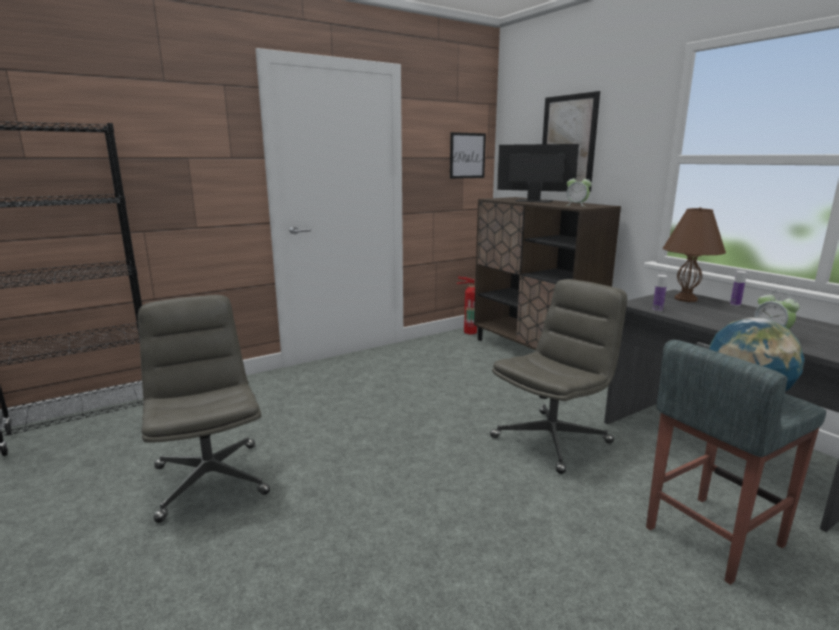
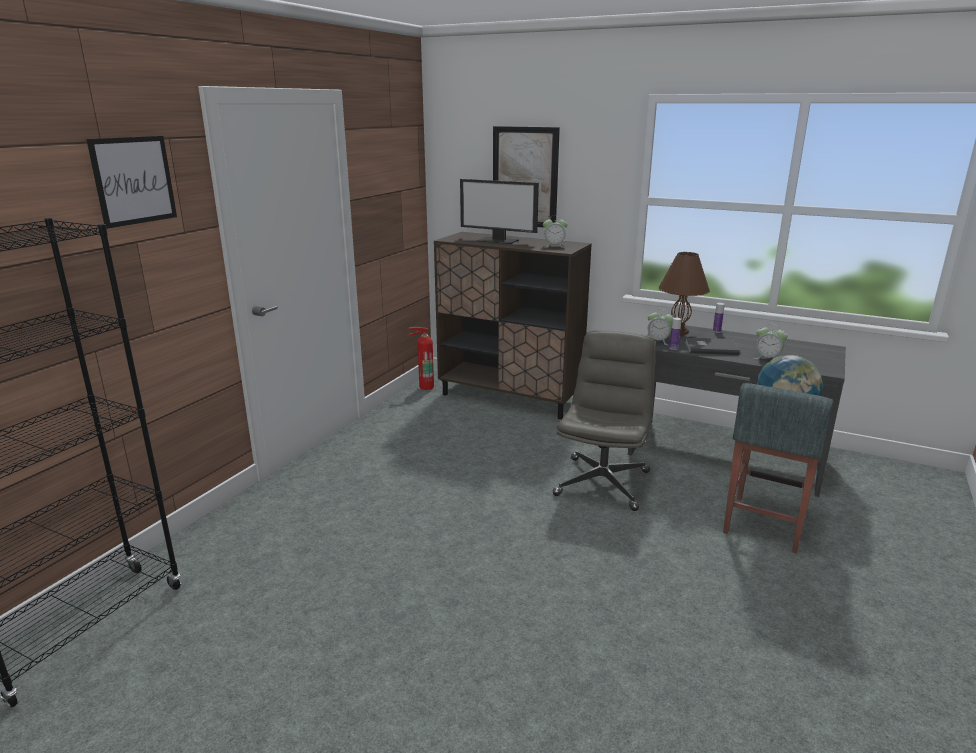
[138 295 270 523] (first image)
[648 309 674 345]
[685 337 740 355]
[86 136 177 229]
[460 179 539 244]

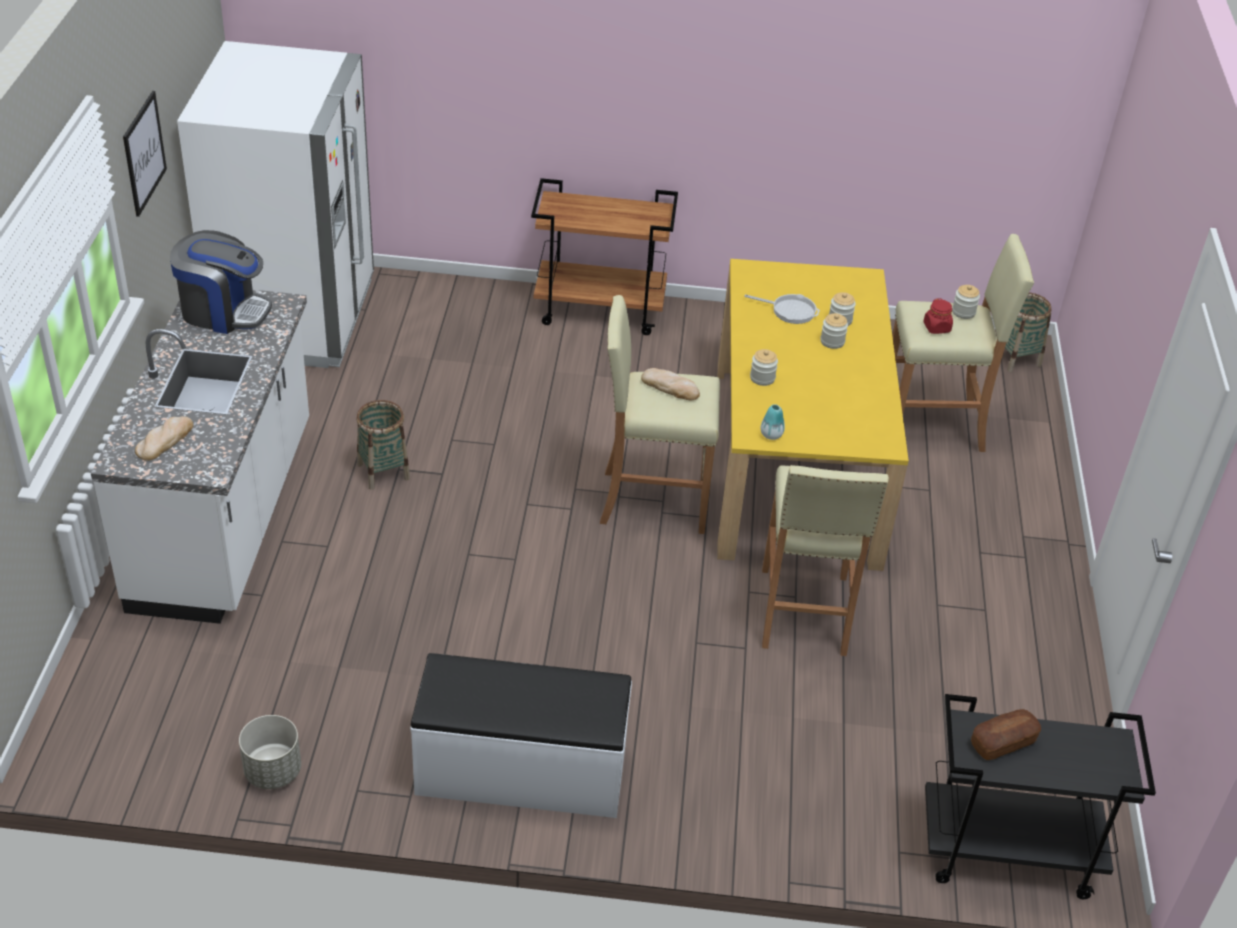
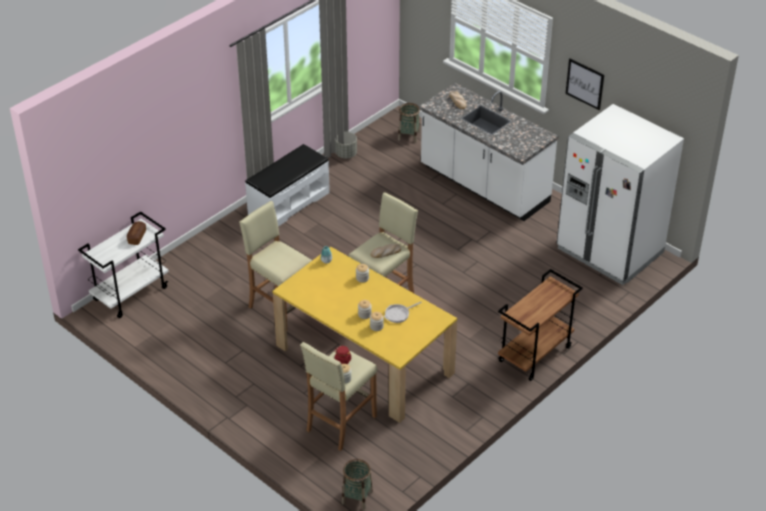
[170 230 272 334] (first image)
[398 103 420 143]
[78 211 169 318]

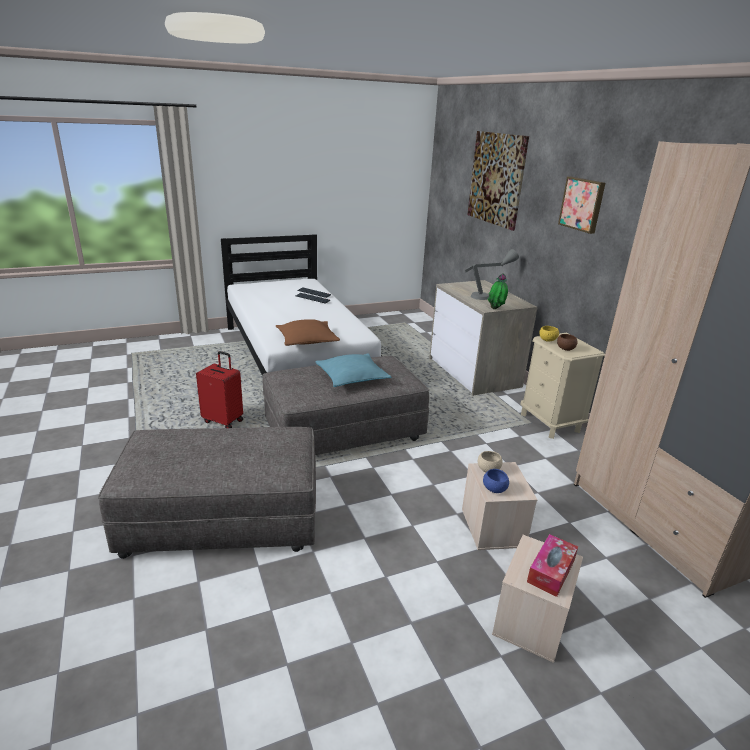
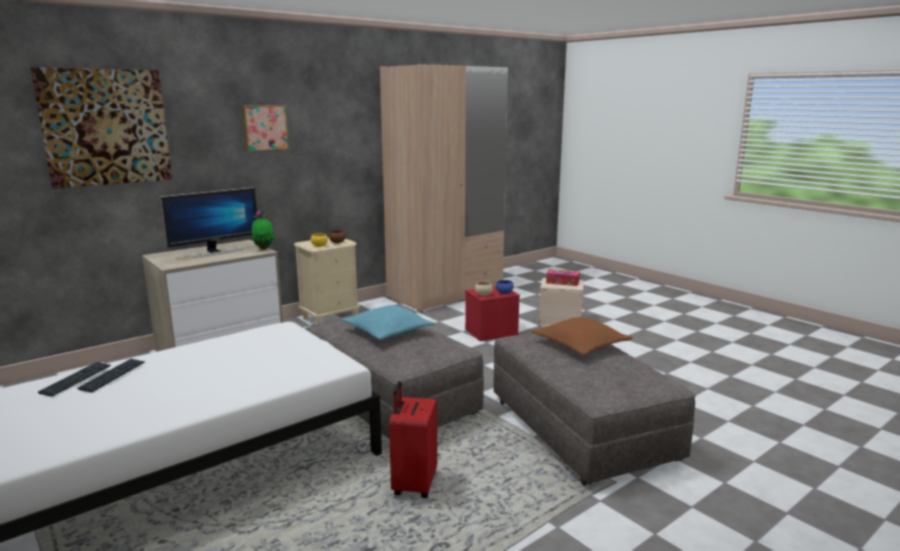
[531 317 633 356]
[160 187 257 258]
[465 286 520 341]

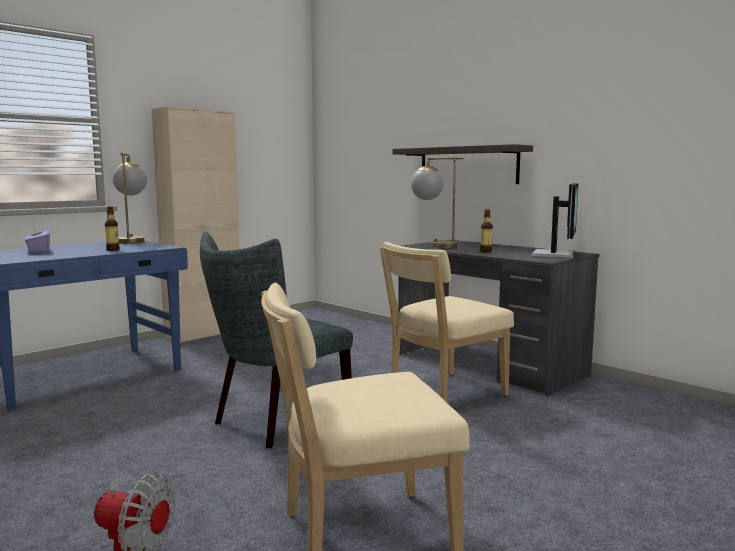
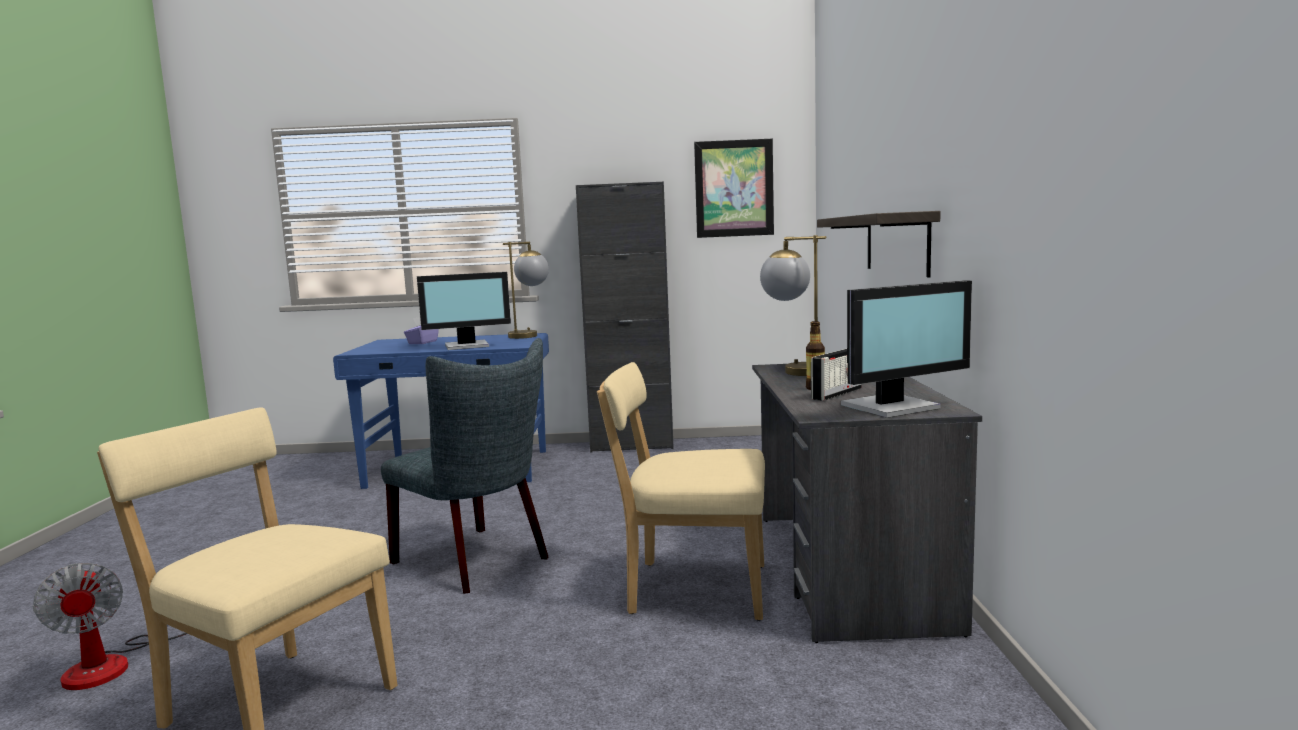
[694 139 774 238]
[811 349 862 401]
[417 272 511 350]
[576 181 674 453]
[381 338 548 594]

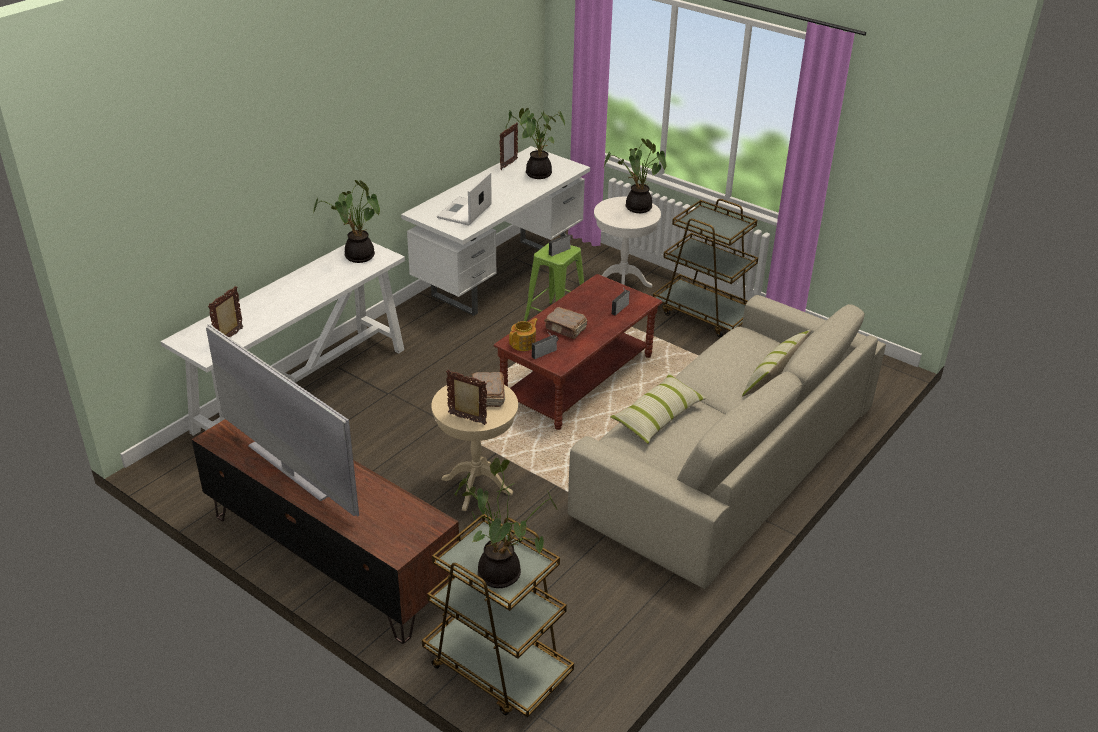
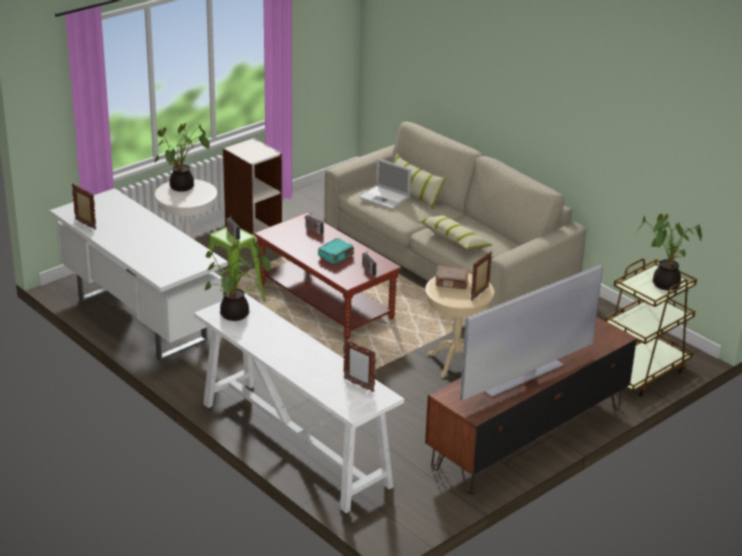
[506 108 565 179] (first image)
[509 318 538 351] (first image)
[359 158 411 210]
[223 138 282 242]
[318 238 354 264]

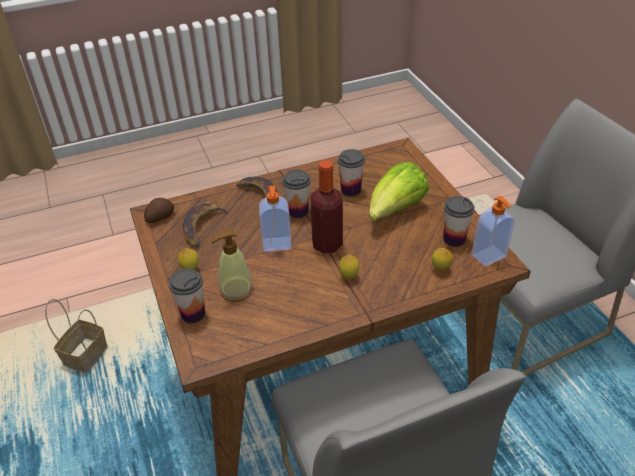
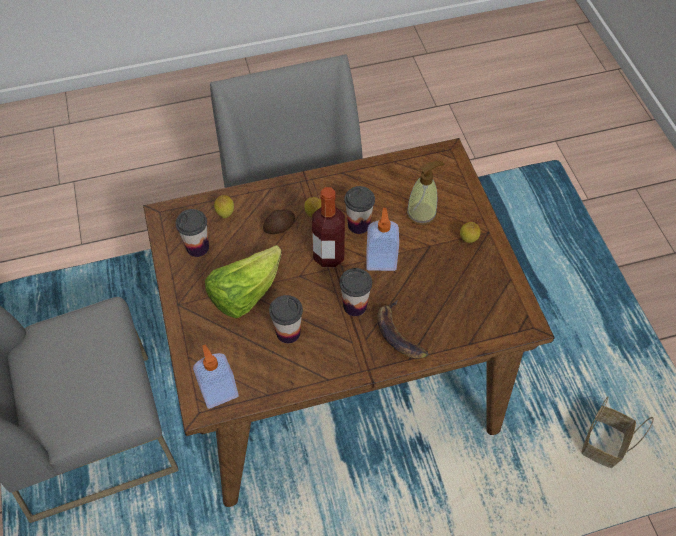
[183 202 230 247] (first image)
[263 209 295 234]
[344 186 375 234]
[193 345 239 409]

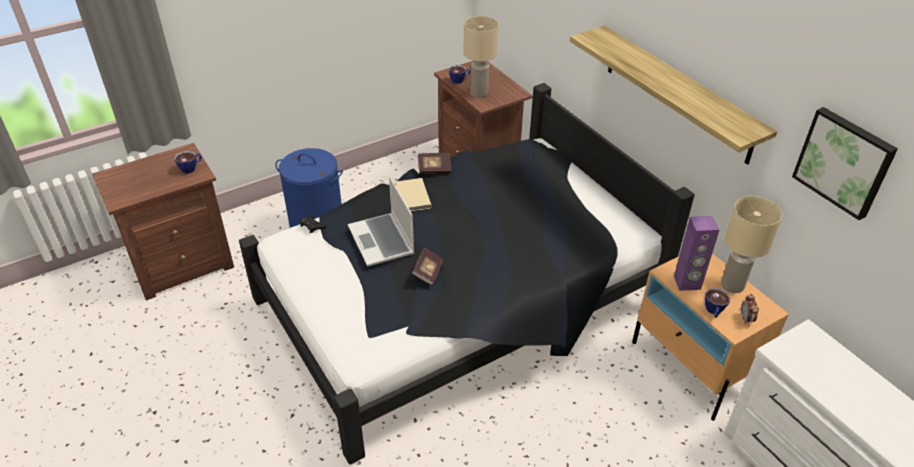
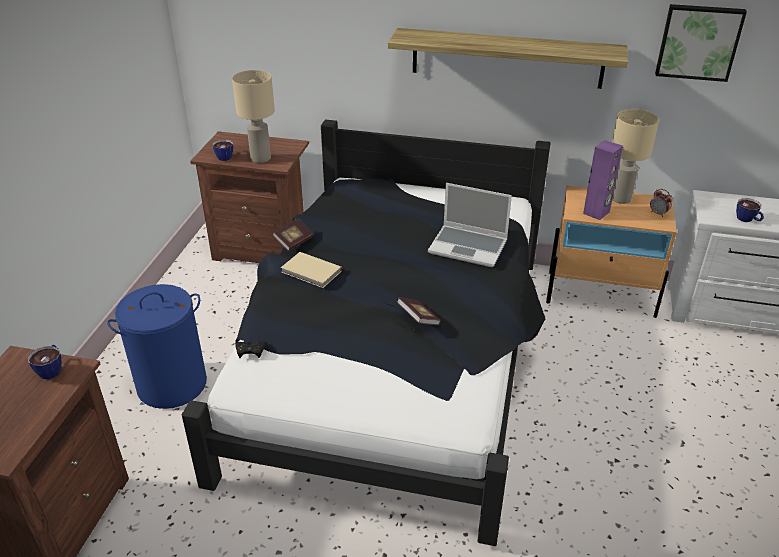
[428 183 512 267]
[736 198 764 222]

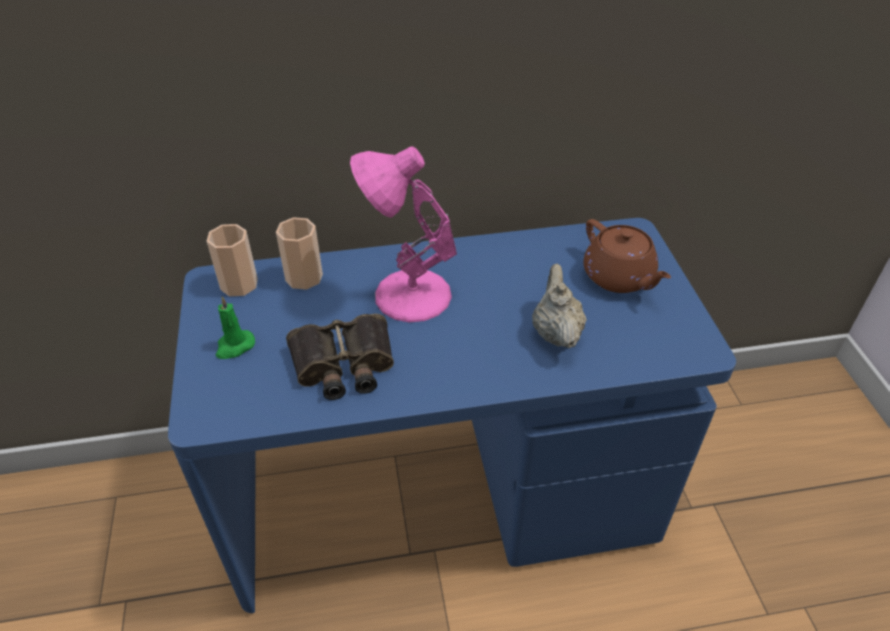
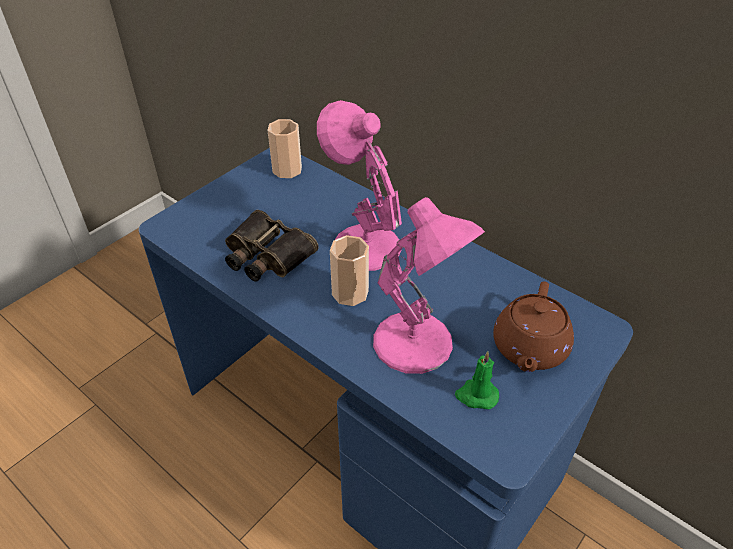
[455 351 499 409]
[330 235 369 306]
[373 197 485 374]

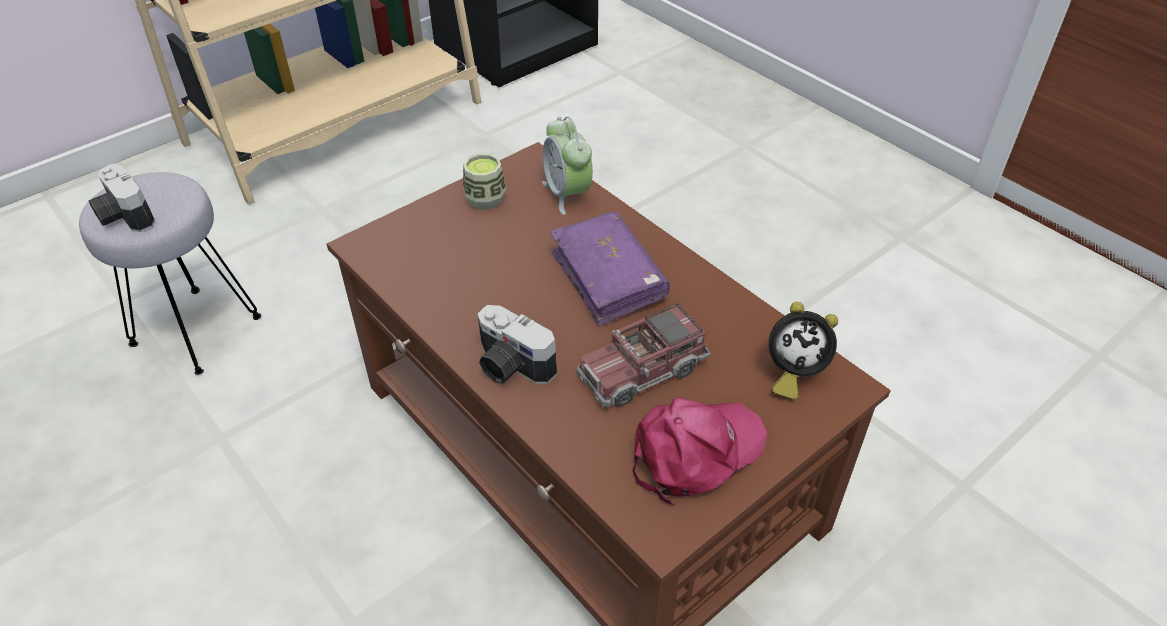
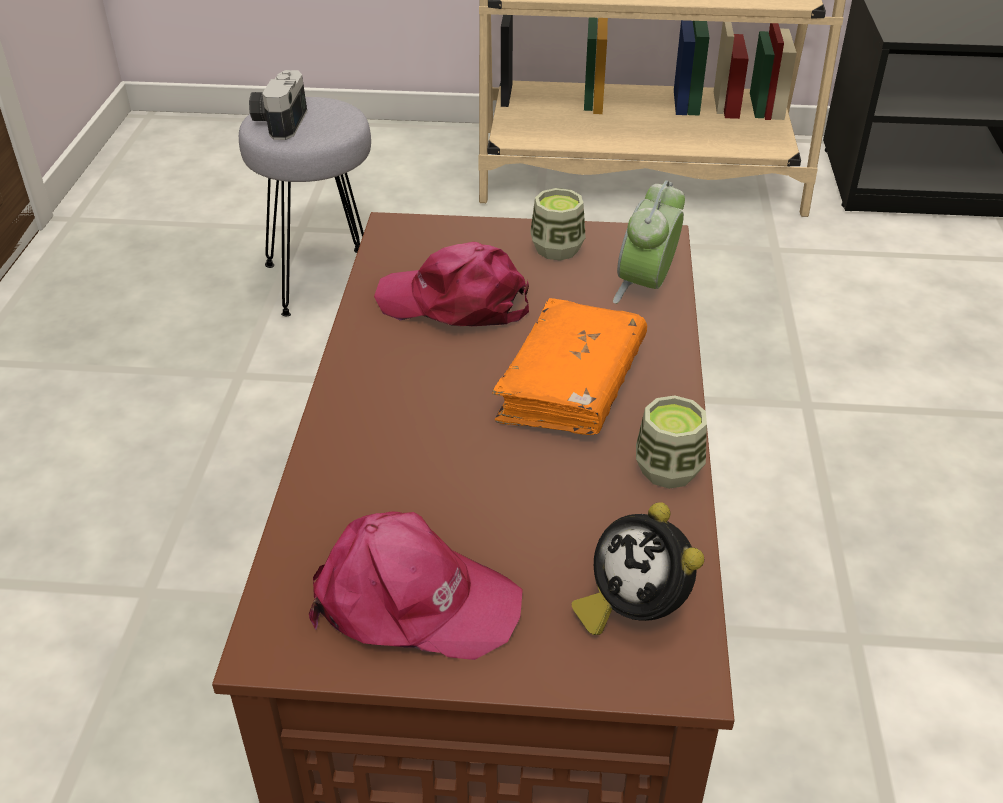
[477 305 557 384] (first image)
[577 303 710 407] (first image)
[374 242 529 326]
[636 395 707 489]
[492 298 647 435]

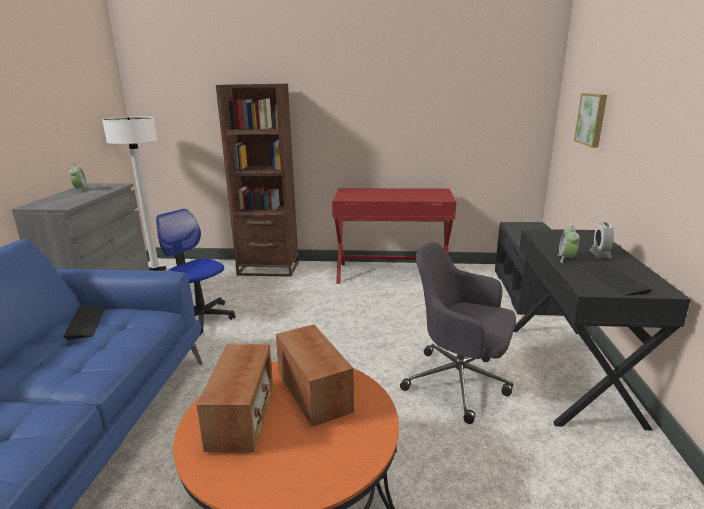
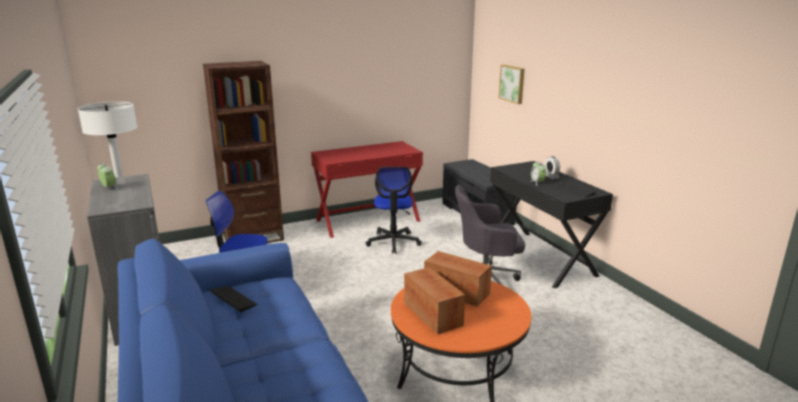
[366 167 422 254]

